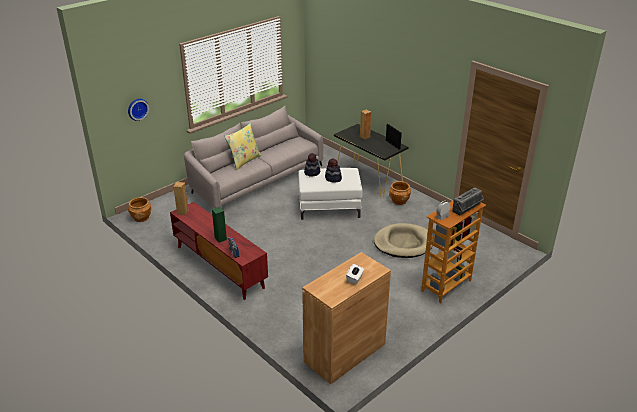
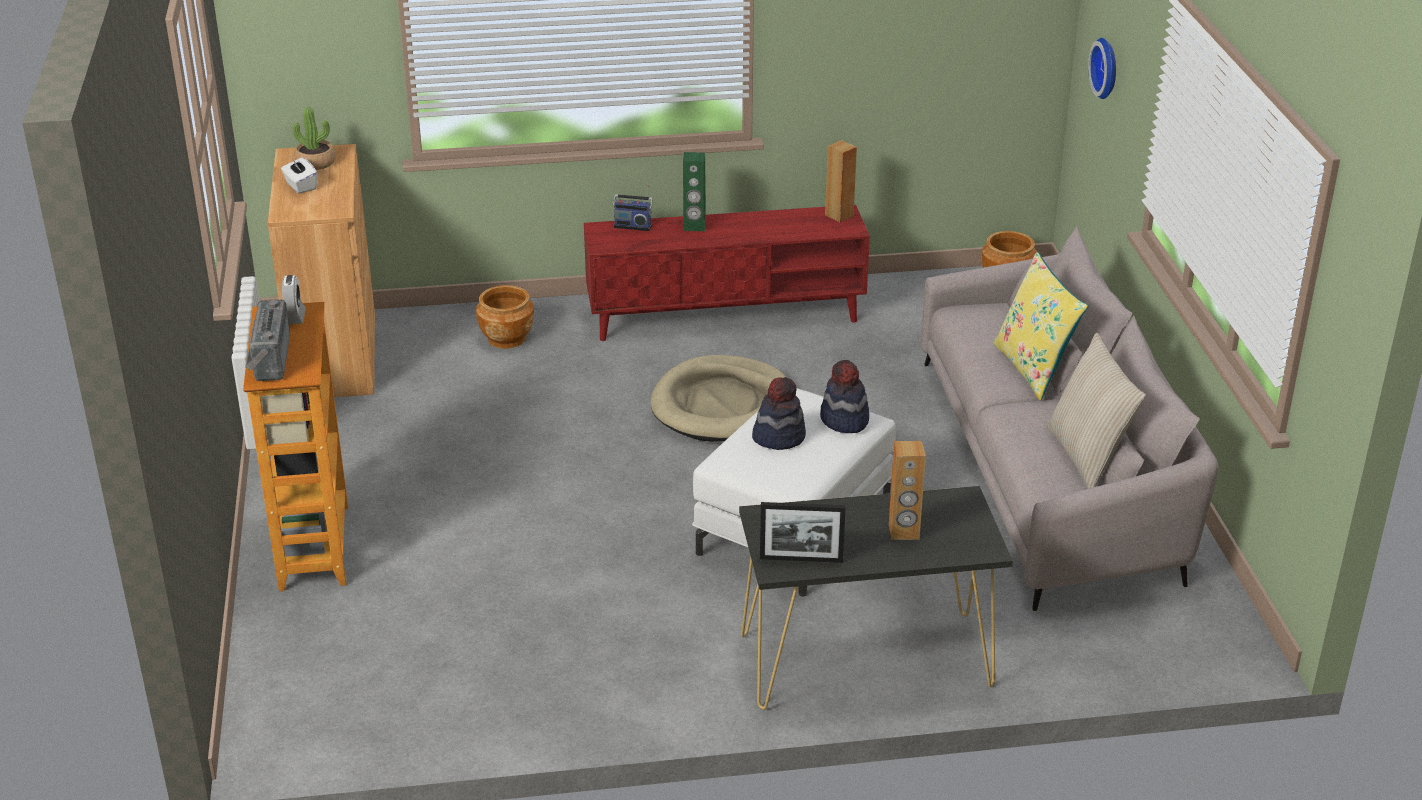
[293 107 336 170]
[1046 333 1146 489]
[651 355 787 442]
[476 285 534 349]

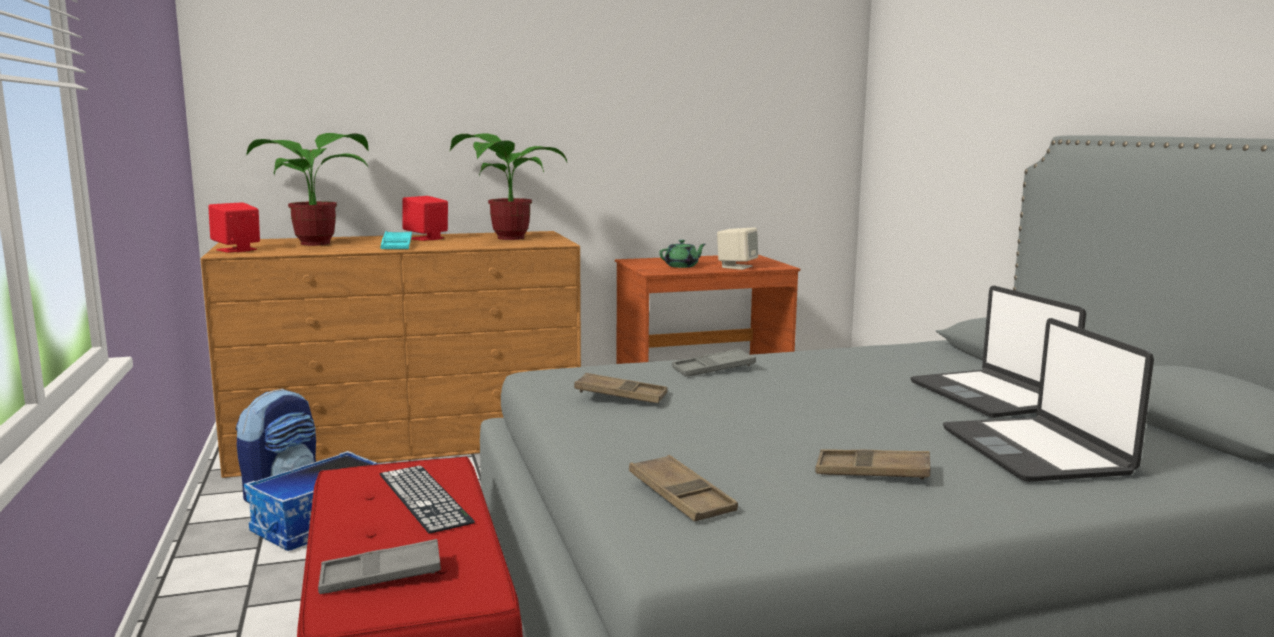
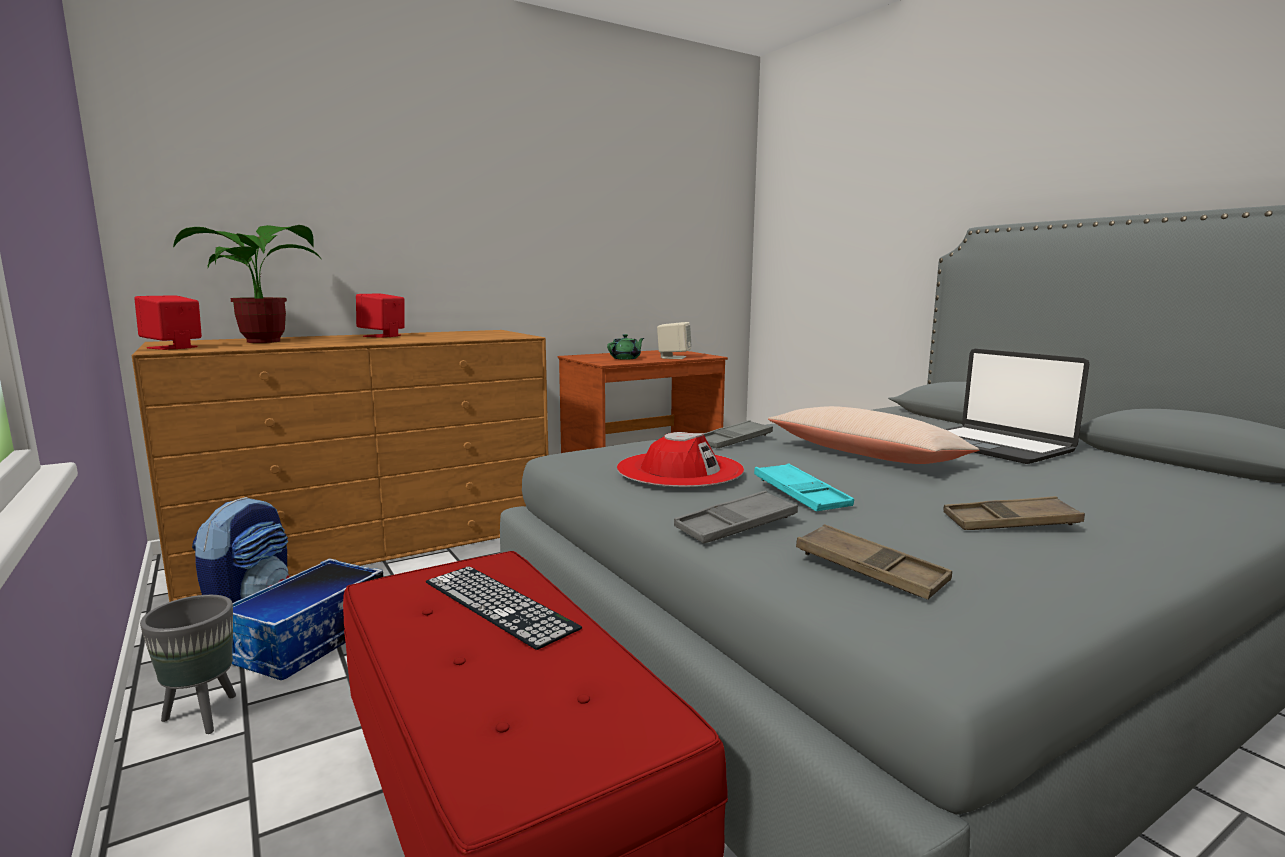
[450 134 567 240] (first image)
[943 318 1154 482] (first image)
[140 595 236 734]
[768 406 980 464]
[674 491 798 544]
[754 463 854 511]
[617 432 744 487]

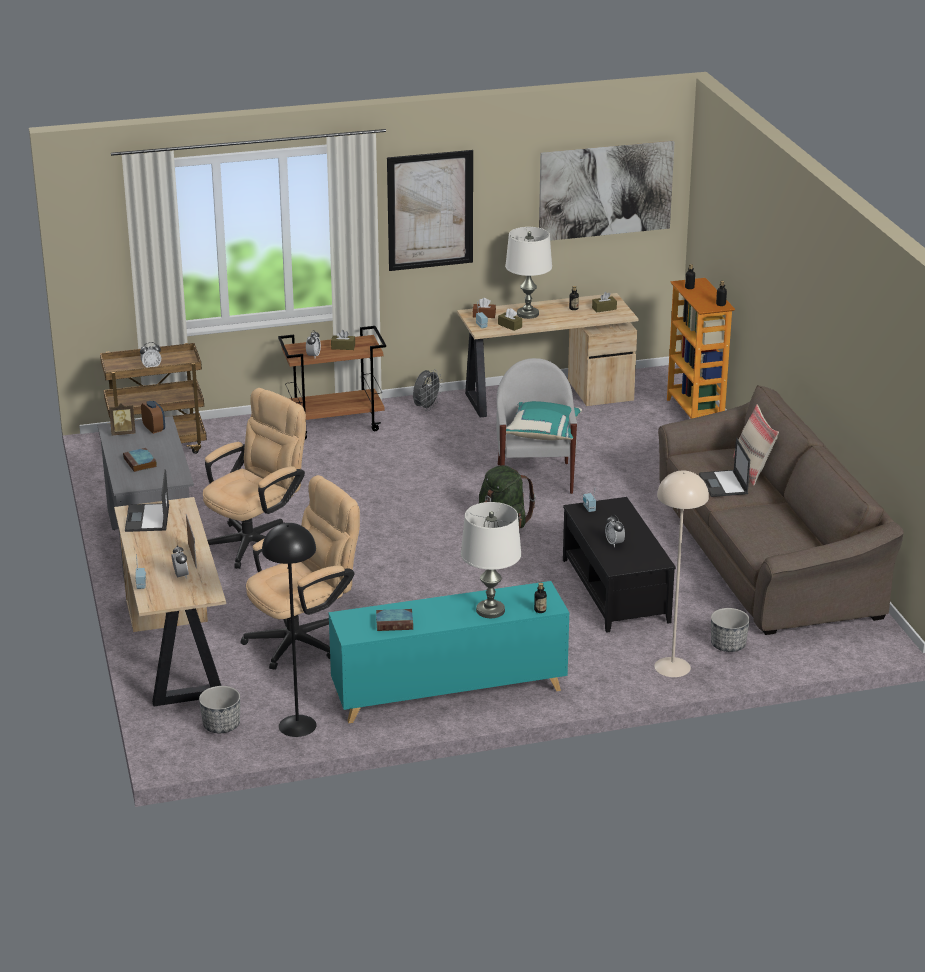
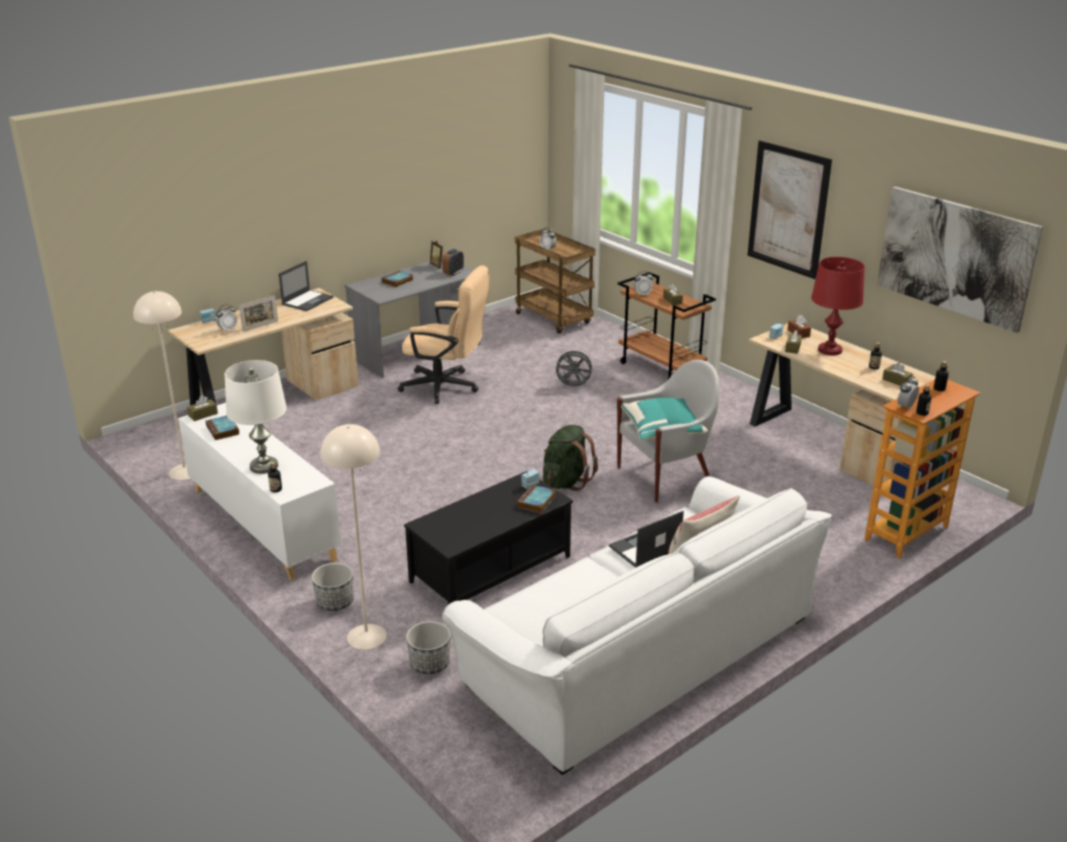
[241 475 360 670] (first image)
[187 396 218 421]
[517 484 555 514]
[311 563 354 611]
[554 351 594 389]
[897 376 919 408]
[133 291 191 480]
[178 403 341 580]
[811 257 865 355]
[442 476 832 775]
[279 261 334 311]

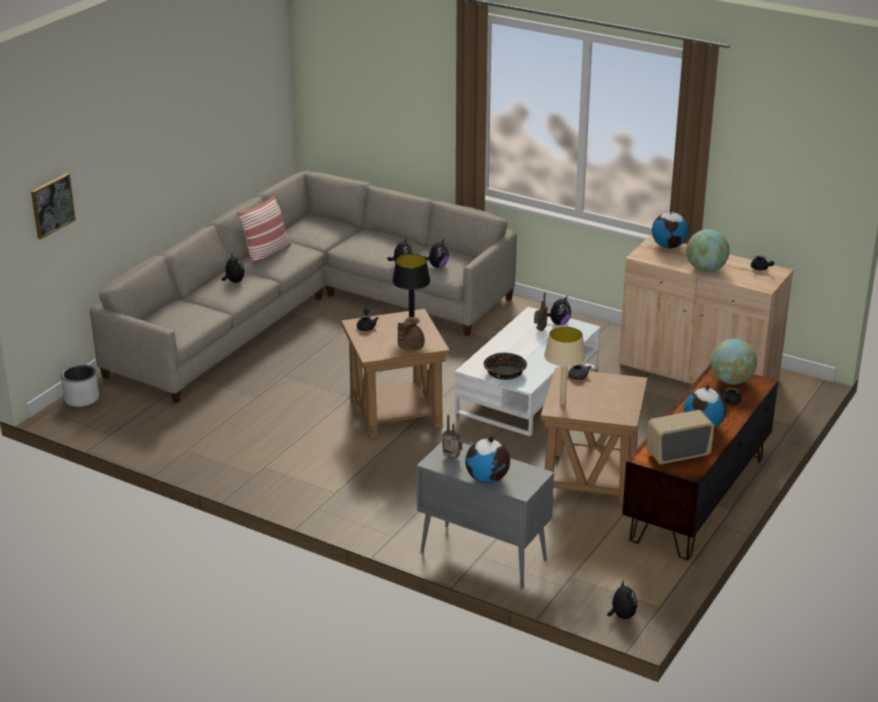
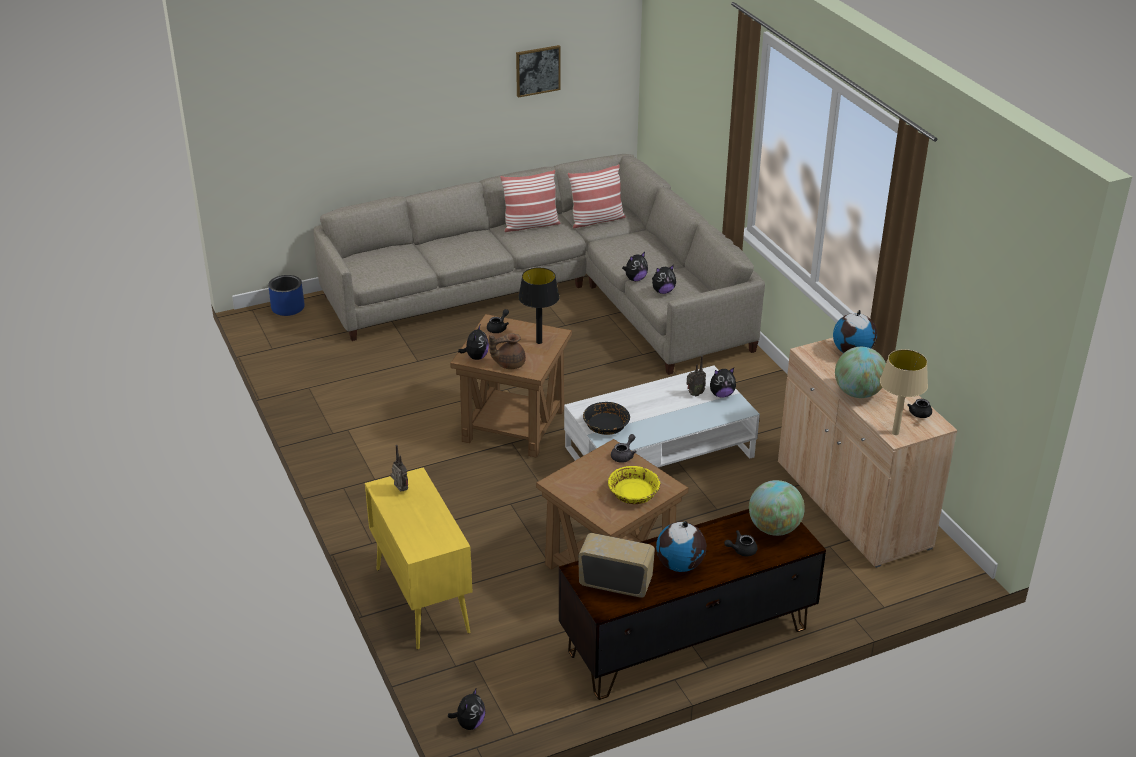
[465 436 510 484] (first image)
[567 164 626 228]
[608 466 660 504]
[516 45 561 98]
[458 325 489 360]
[880 349 928 435]
[268 275 305 316]
[365 467 472 649]

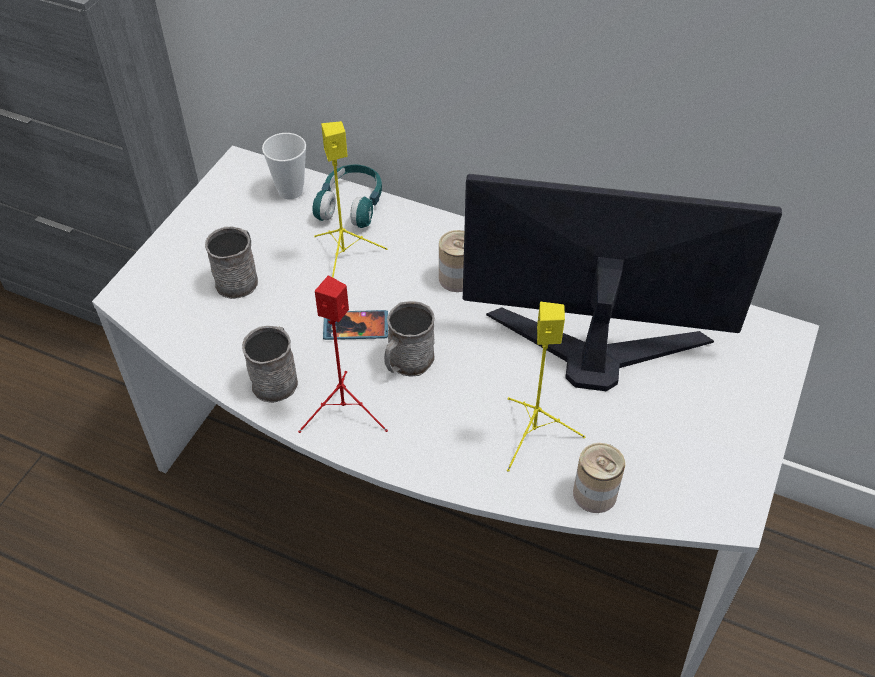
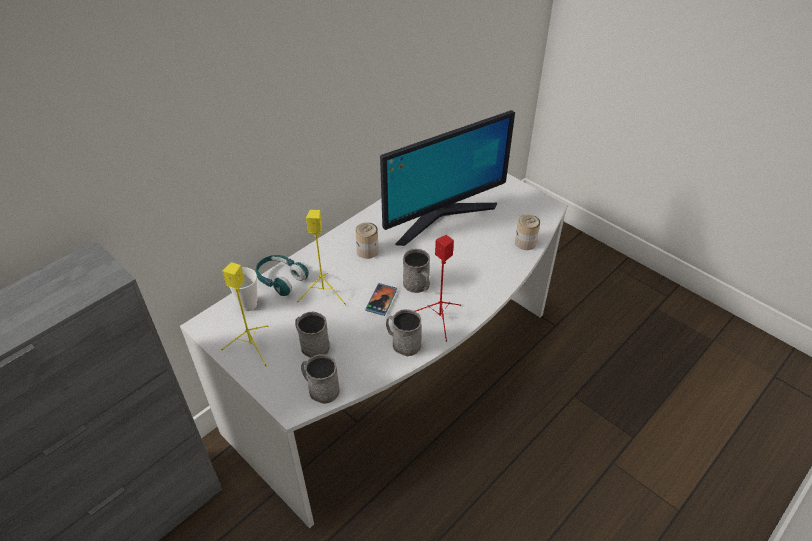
[301 354 339 404]
[221 262 268 367]
[380 110 515 246]

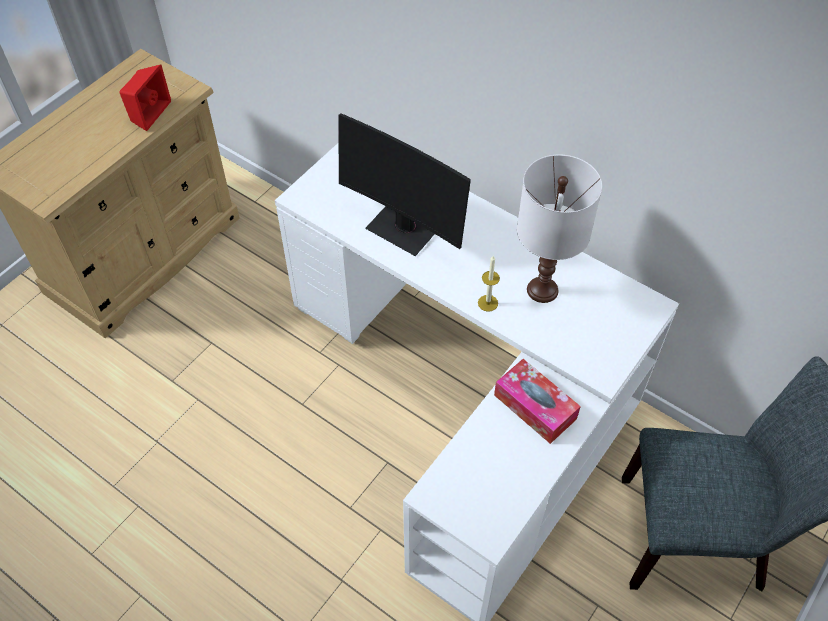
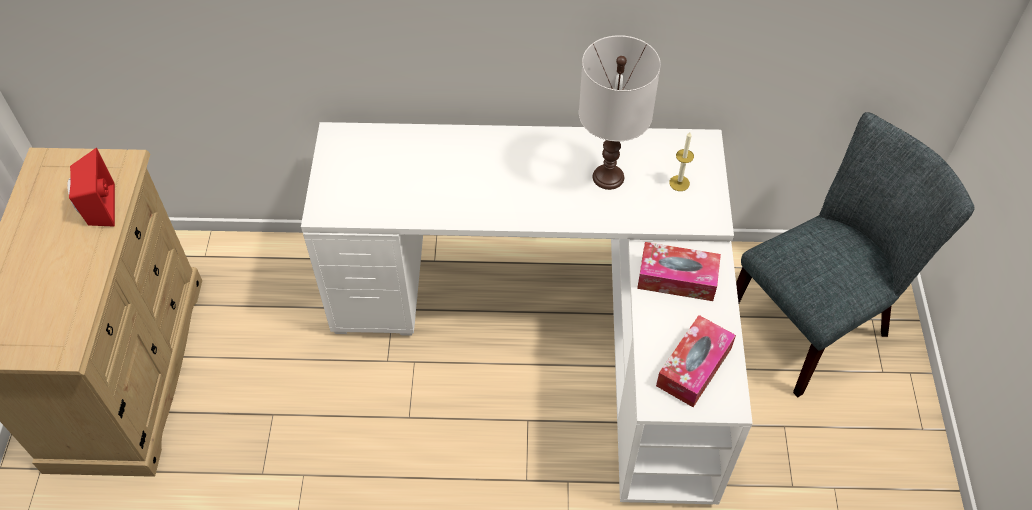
[338 113 471 256] (first image)
[656 315 736 407]
[669 132 694 191]

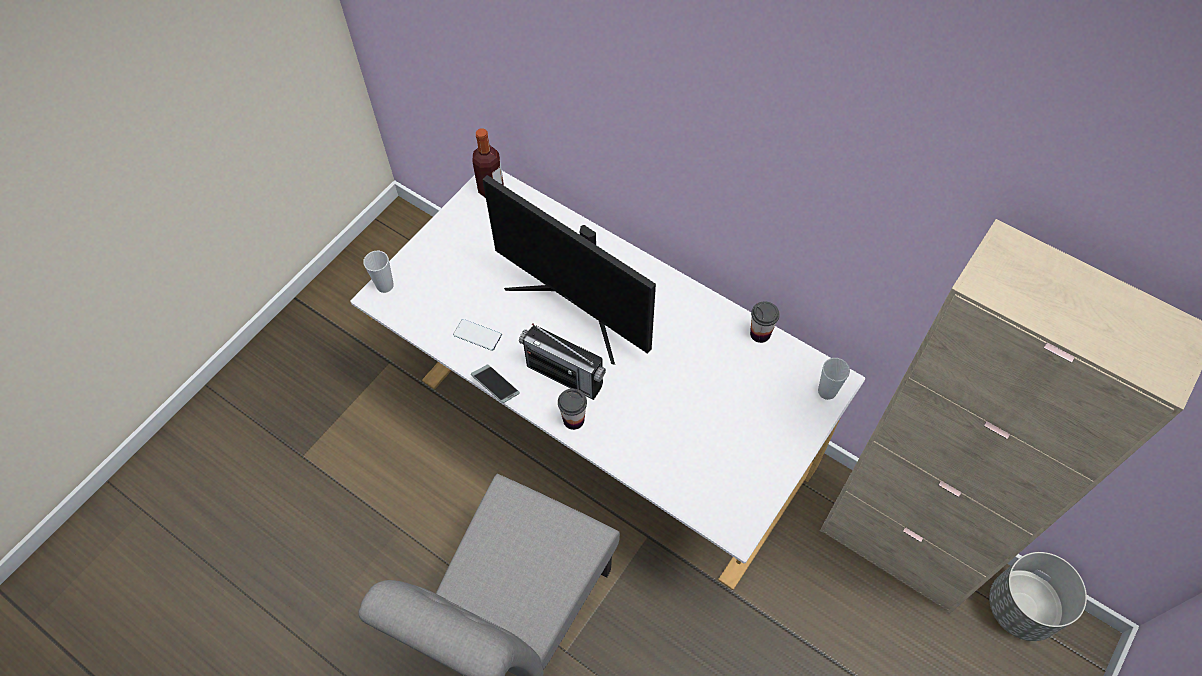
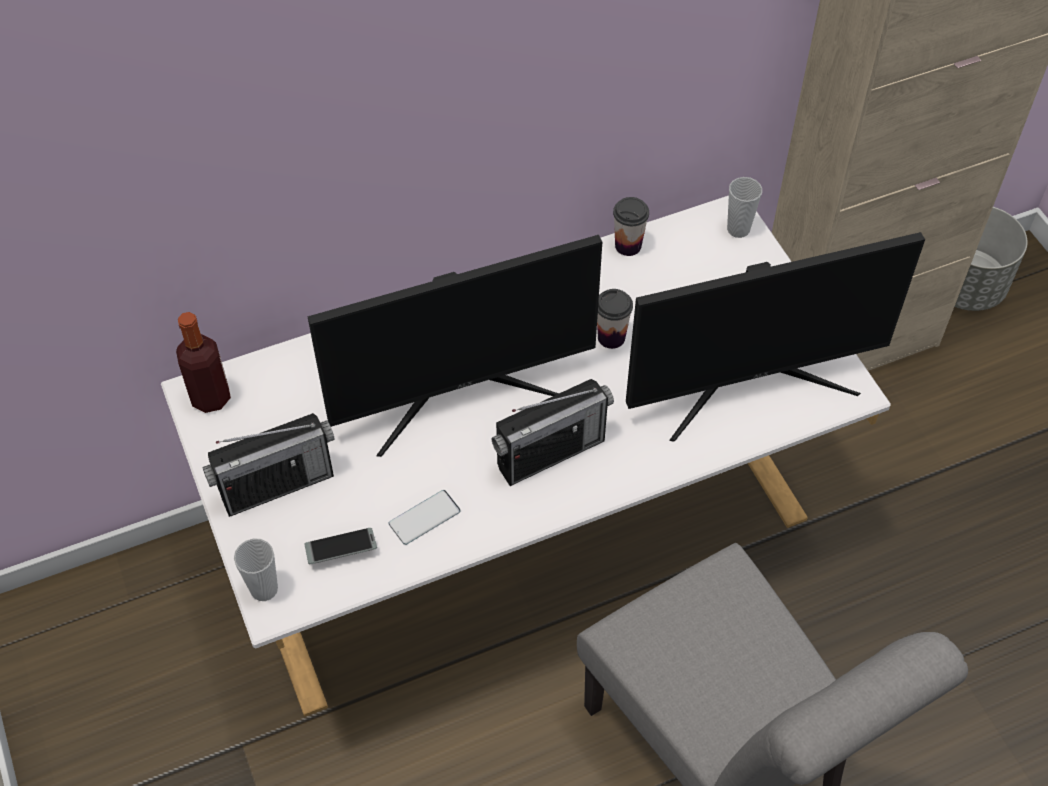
[202 413 335 517]
[626 232 925 442]
[304 528 377 564]
[597 289 633 349]

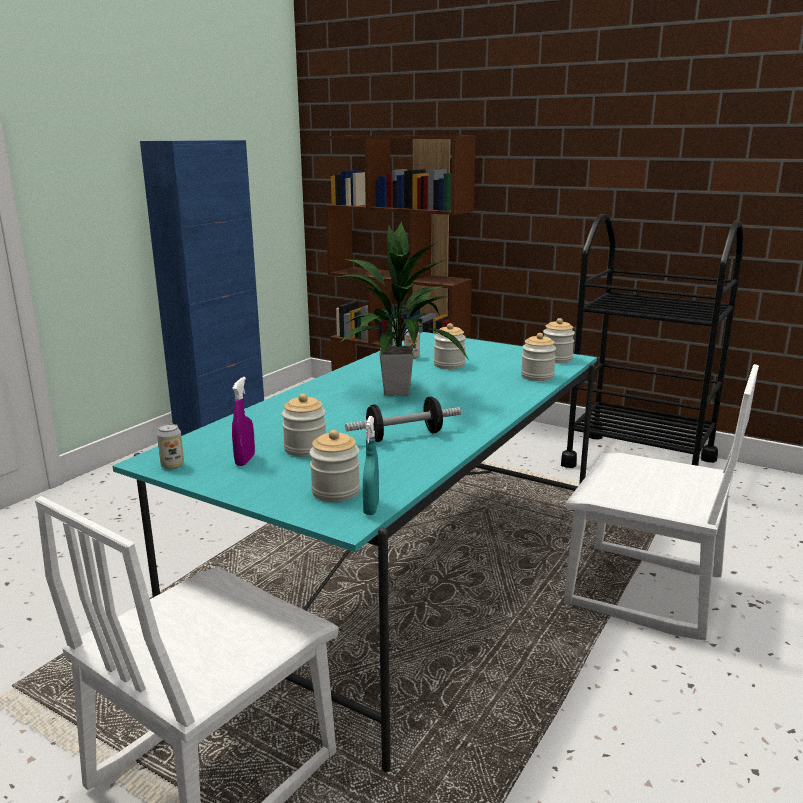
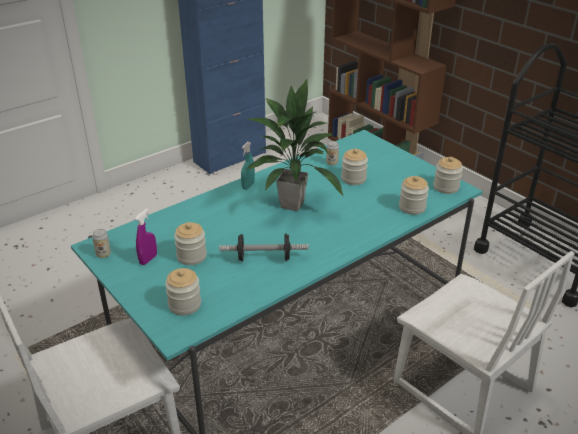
[241 142 255 190]

